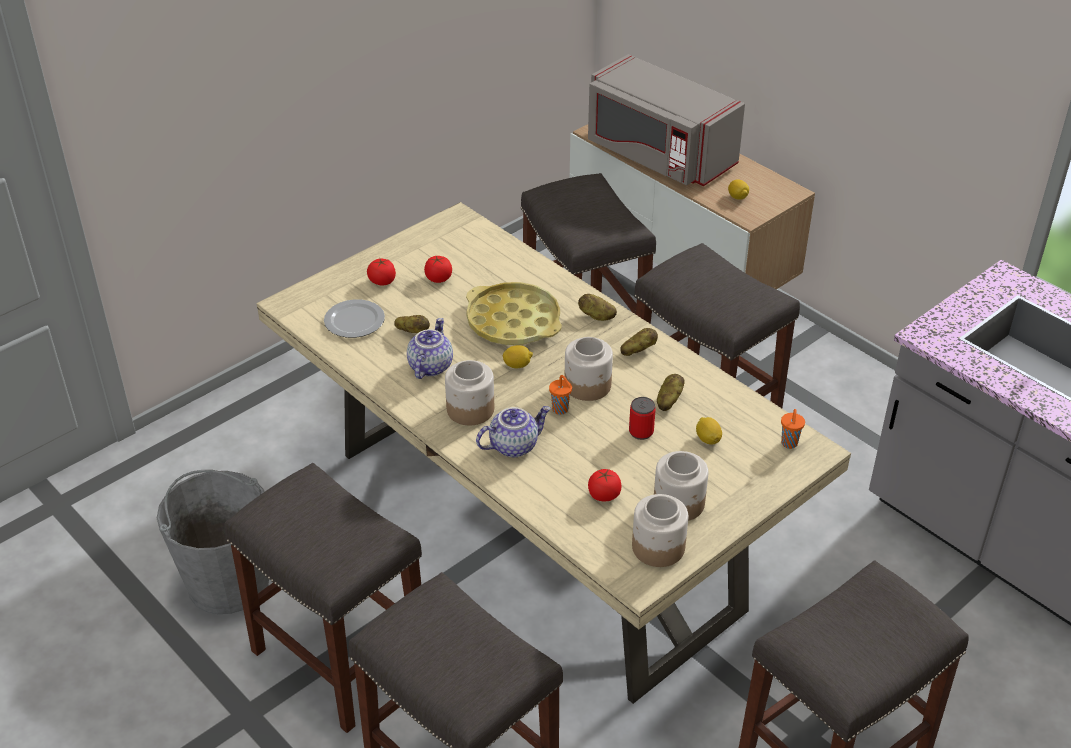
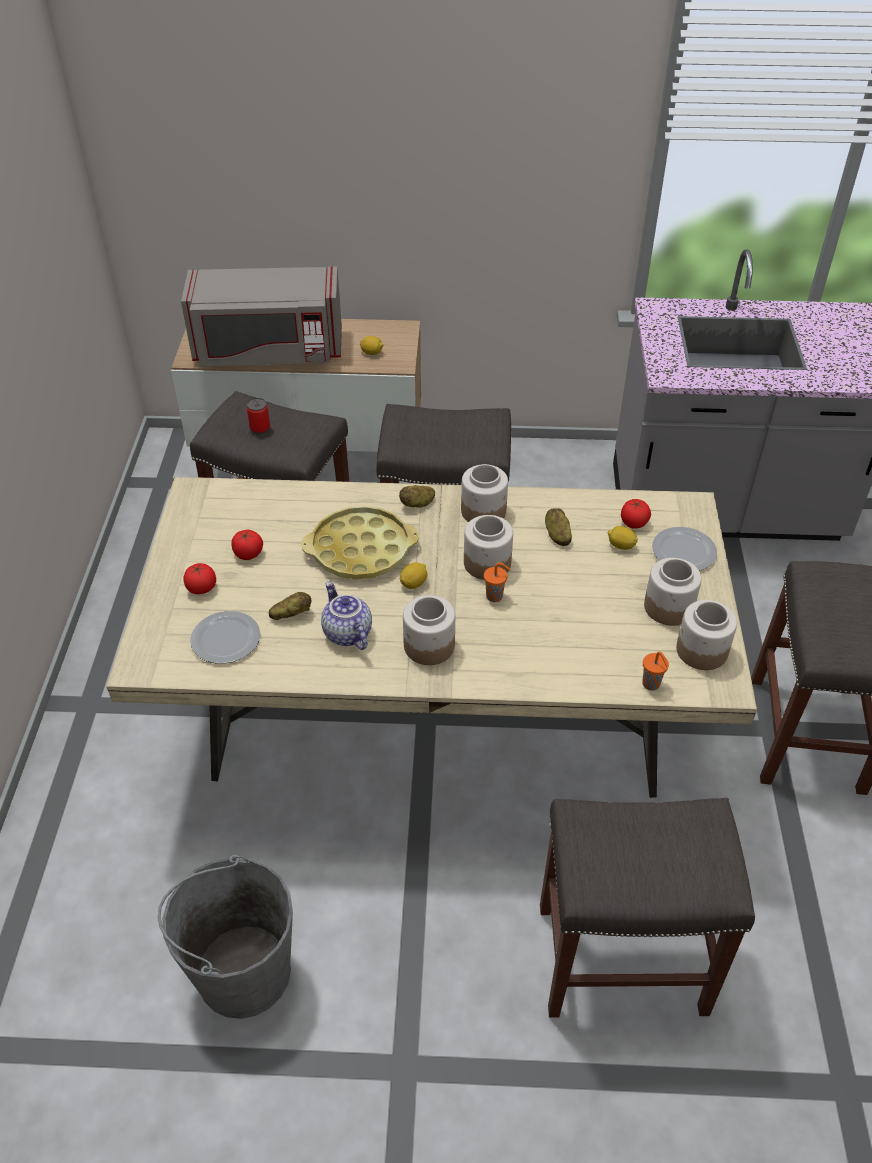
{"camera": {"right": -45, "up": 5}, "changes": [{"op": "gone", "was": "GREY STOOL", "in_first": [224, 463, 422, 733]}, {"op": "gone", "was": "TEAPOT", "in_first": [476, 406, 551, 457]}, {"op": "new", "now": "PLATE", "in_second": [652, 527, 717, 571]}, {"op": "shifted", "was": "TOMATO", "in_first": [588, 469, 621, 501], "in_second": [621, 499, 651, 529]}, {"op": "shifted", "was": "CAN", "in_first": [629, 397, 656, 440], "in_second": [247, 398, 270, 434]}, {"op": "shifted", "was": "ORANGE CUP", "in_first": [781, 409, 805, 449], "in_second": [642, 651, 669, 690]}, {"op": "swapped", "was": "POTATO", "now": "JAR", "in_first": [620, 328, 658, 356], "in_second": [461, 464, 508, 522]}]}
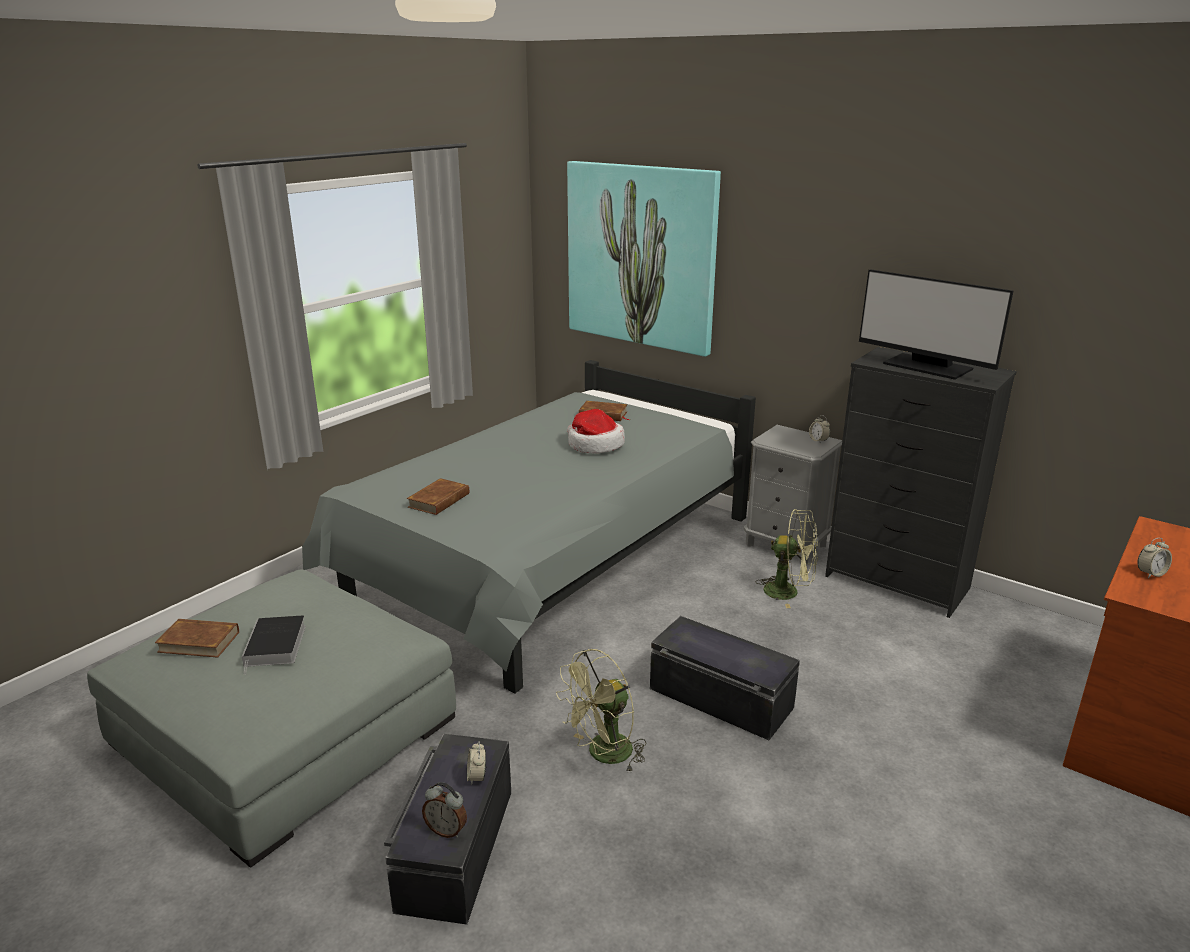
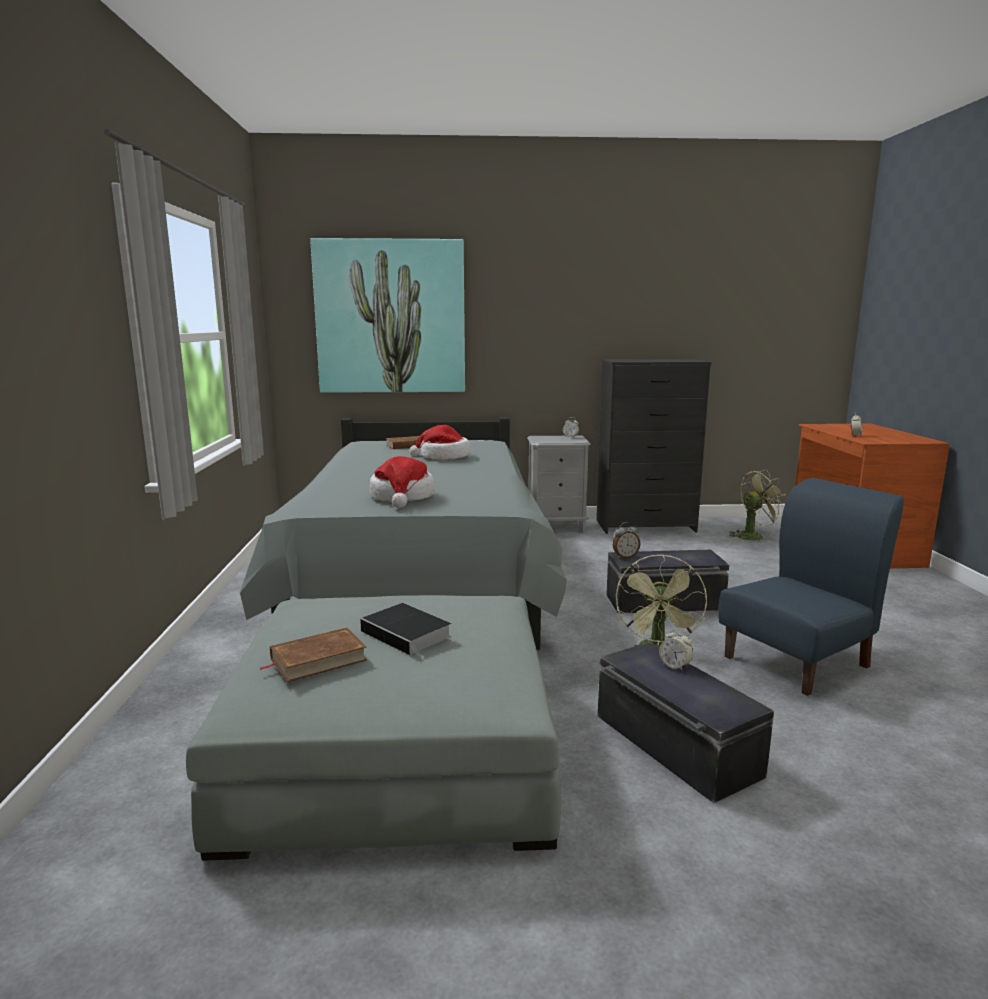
{"camera": {"right": -40, "up": -10}, "changes": [{"op": "gone", "was": "MONITOR", "in_first": [859, 269, 1013, 380]}, {"op": "new", "now": "BLUE CHAIR", "in_second": [718, 478, 904, 696]}, {"op": "shifted", "was": "ALARM CLOCK", "in_first": [422, 782, 467, 838], "in_second": [613, 522, 640, 558]}, {"op": "shifted", "was": "GREEN FAN", "in_first": [755, 509, 818, 608], "in_second": [728, 470, 786, 542]}, {"op": "swapped", "was": "BROWN BOOK", "now": "HAT", "in_first": [407, 478, 469, 515], "in_second": [370, 456, 435, 508]}]}
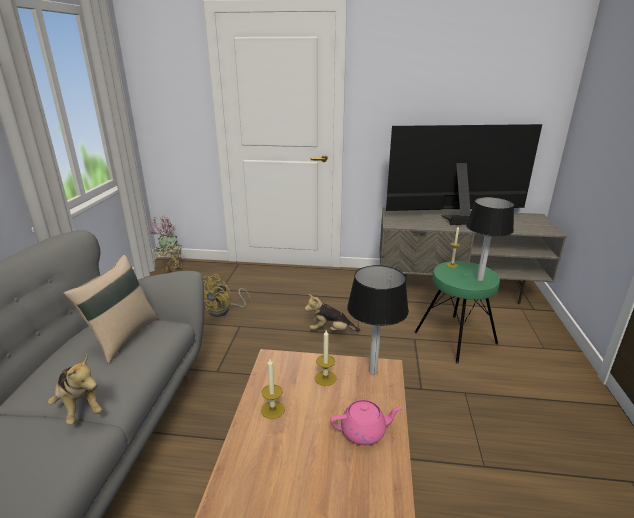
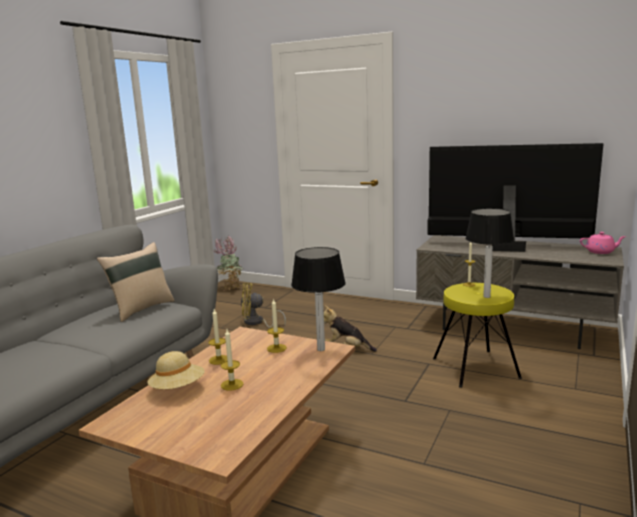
{"camera": {"right": 20, "up": -10}, "changes": [{"op": "gone", "was": "PLUSH TOY", "in_first": [48, 355, 103, 425]}, {"op": "new", "now": "BEIGE HAT", "in_second": [147, 351, 205, 389]}, {"op": "new", "now": "CANDLE", "in_second": [221, 329, 243, 391]}, {"op": "shifted", "was": "PINK TEAPOT", "in_first": [330, 400, 402, 445], "in_second": [580, 232, 626, 254]}, {"op": "repainted", "was": "GREEN STOOL", "now": "YELLOW STOOL", "in_first": [414, 261, 500, 363], "in_second": [433, 283, 522, 388]}, {"op": "rotated", "was": "YELLOW FAN", "in_first": [203, 274, 250, 317], "in_second": [241, 283, 286, 328], "clockwise": 45}]}
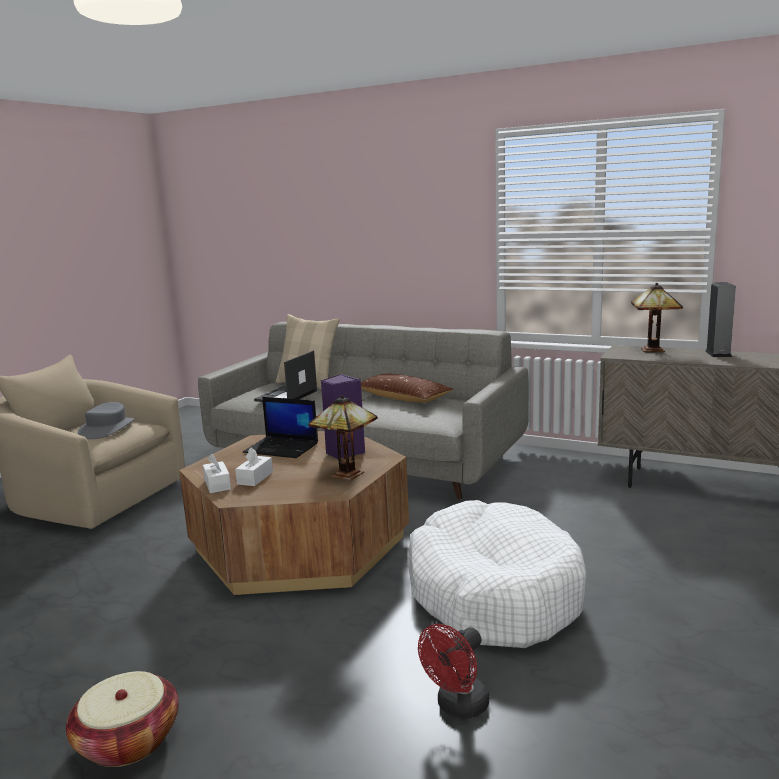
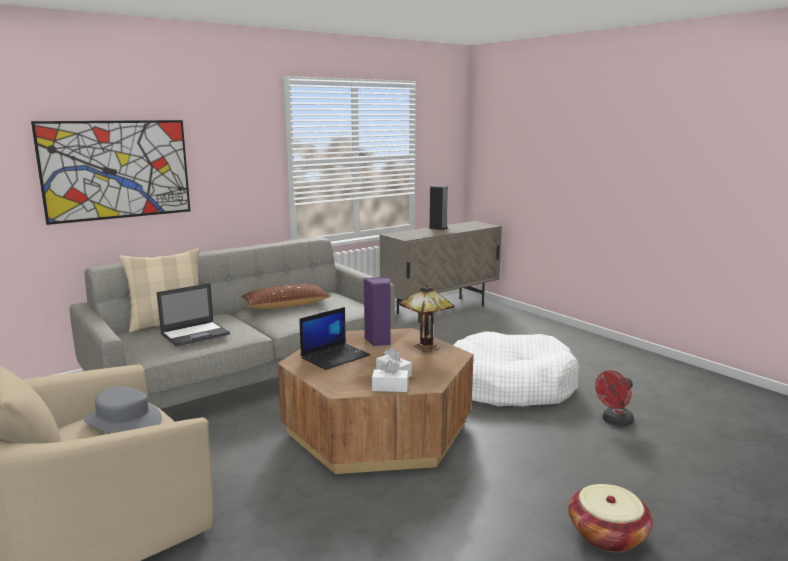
{"camera": {"right": -65, "up": 0}, "changes": [{"op": "gone", "was": "TABLE LAMP", "in_first": [631, 283, 683, 352]}, {"op": "new", "now": "PICTURE", "in_second": [31, 120, 190, 225]}, {"op": "rotated", "was": "LAPTOP", "in_first": [254, 350, 318, 402], "in_second": [157, 283, 230, 347], "clockwise": -90}, {"op": "rotated", "was": "RED FAN", "in_first": [418, 624, 489, 719], "in_second": [595, 370, 634, 426], "clockwise": 75}]}
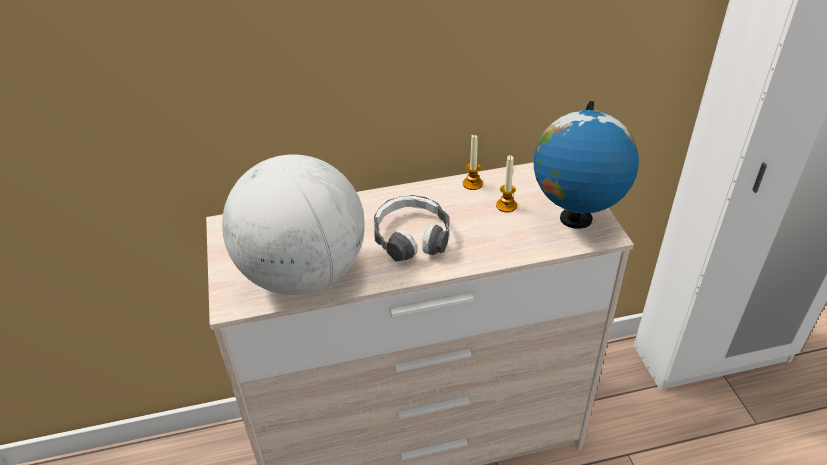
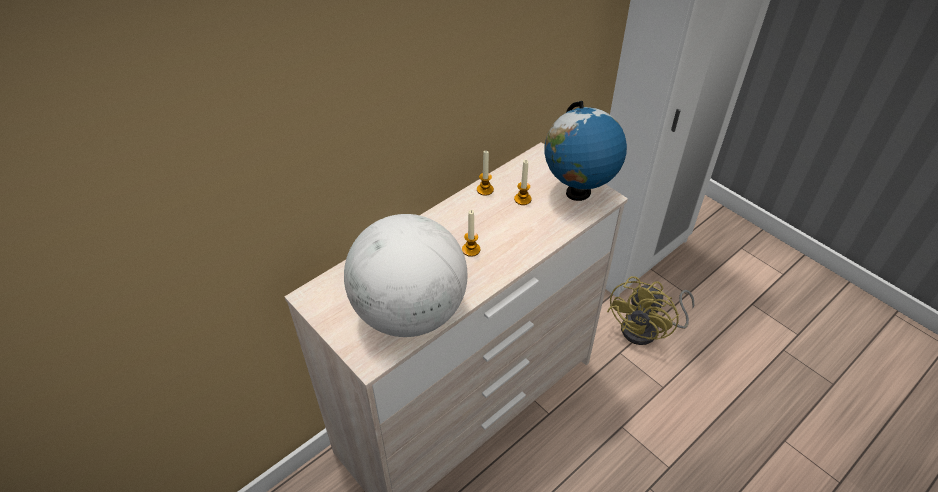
{"camera": {"right": -30, "up": 5}, "changes": [{"op": "new", "now": "YELLOW FAN", "in_second": [607, 276, 694, 345]}, {"op": "swapped", "was": "HEADPHONES", "now": "CANDLE", "in_first": [374, 195, 450, 262], "in_second": [462, 210, 480, 257]}]}
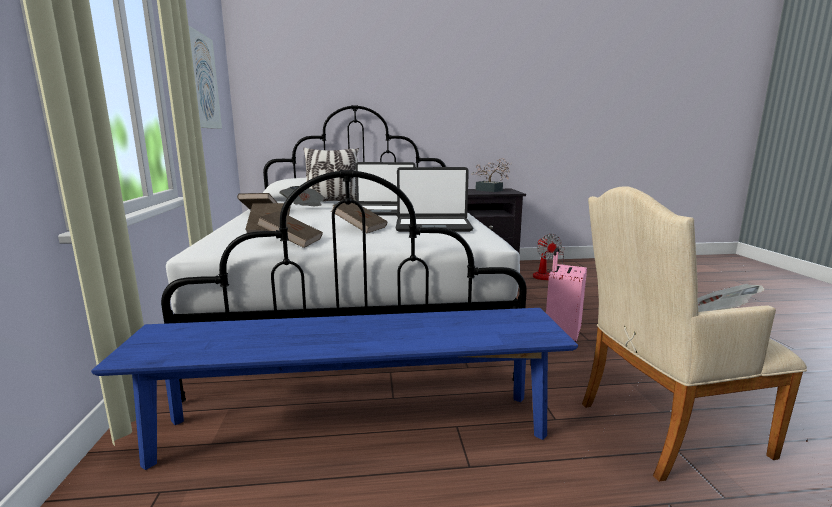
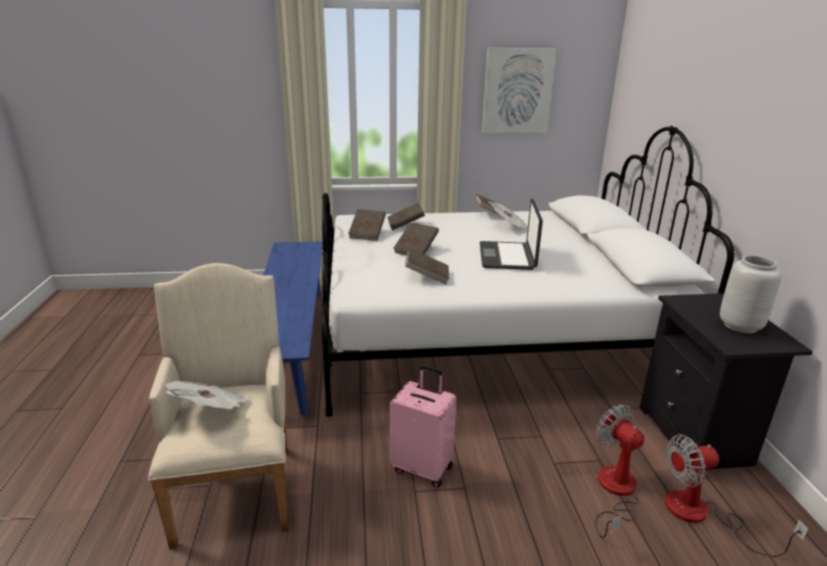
{"camera": {"right": 90, "up": 10}, "changes": [{"op": "gone", "was": "PILLOW", "in_first": [303, 147, 359, 201]}, {"op": "new", "now": "FAN", "in_second": [594, 405, 645, 538]}, {"op": "swapped", "was": "LAPTOP", "now": "BROWN BOOK", "in_first": [396, 167, 473, 232], "in_second": [405, 248, 450, 284]}, {"op": "swapped", "was": "POTTED PLANT", "now": "GREY VASE", "in_first": [471, 158, 512, 192], "in_second": [720, 255, 782, 333]}]}
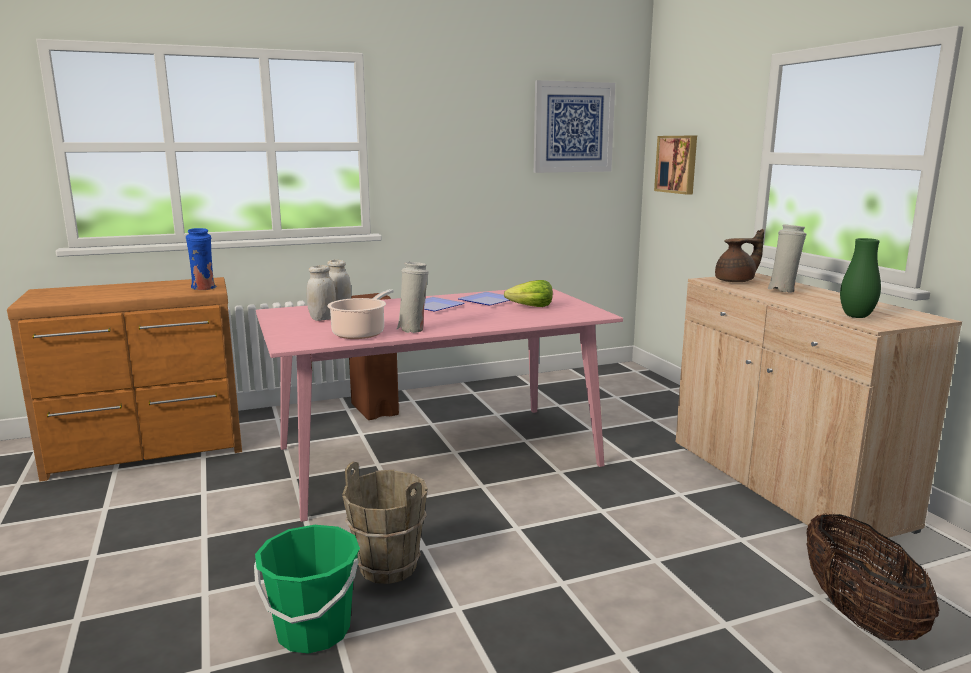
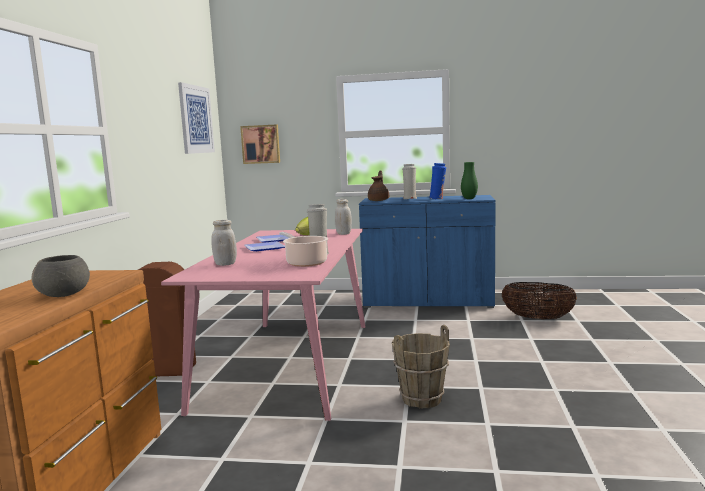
{"camera": {"right": -60, "up": -5}, "changes": [{"op": "gone", "was": "GREEN BUCKET", "in_first": [254, 525, 360, 654]}, {"op": "new", "now": "GREY BOWL", "in_second": [32, 255, 90, 297]}, {"op": "shifted", "was": "BLUE VASE", "in_first": [186, 228, 216, 290], "in_second": [429, 163, 446, 199]}, {"op": "shifted", "was": "WHITE JAR", "in_first": [307, 265, 336, 321], "in_second": [335, 199, 352, 235]}, {"op": "repainted", "was": "BEIGE CABINET", "now": "BLUE CABINET", "in_first": [676, 273, 962, 552], "in_second": [359, 195, 496, 308]}]}
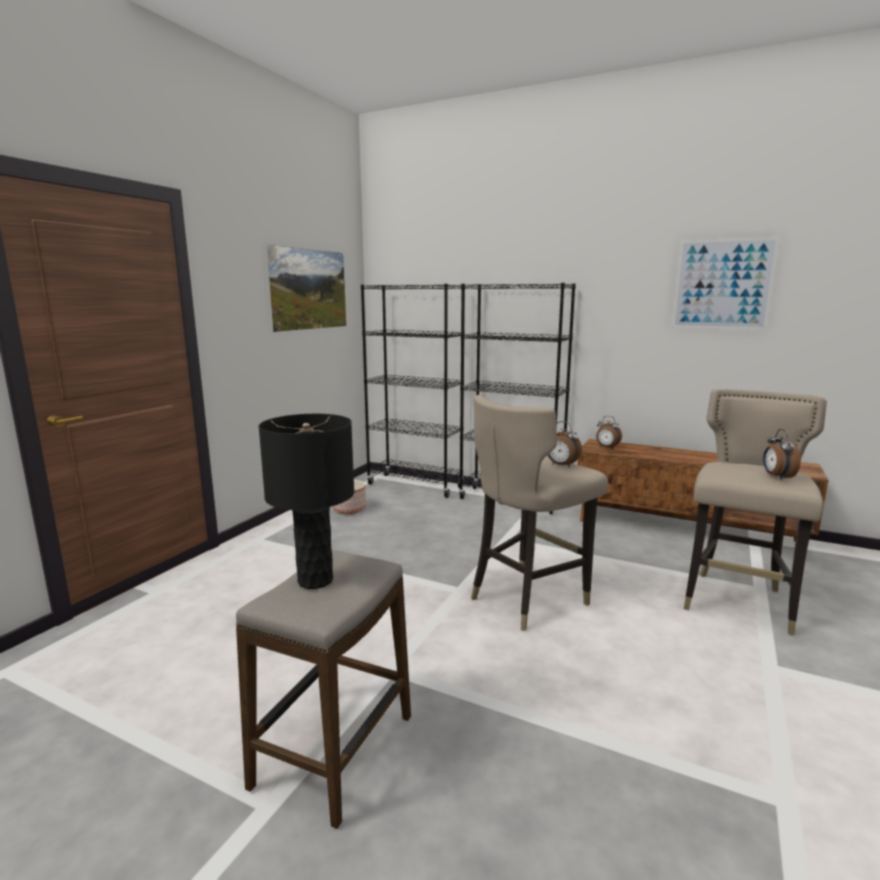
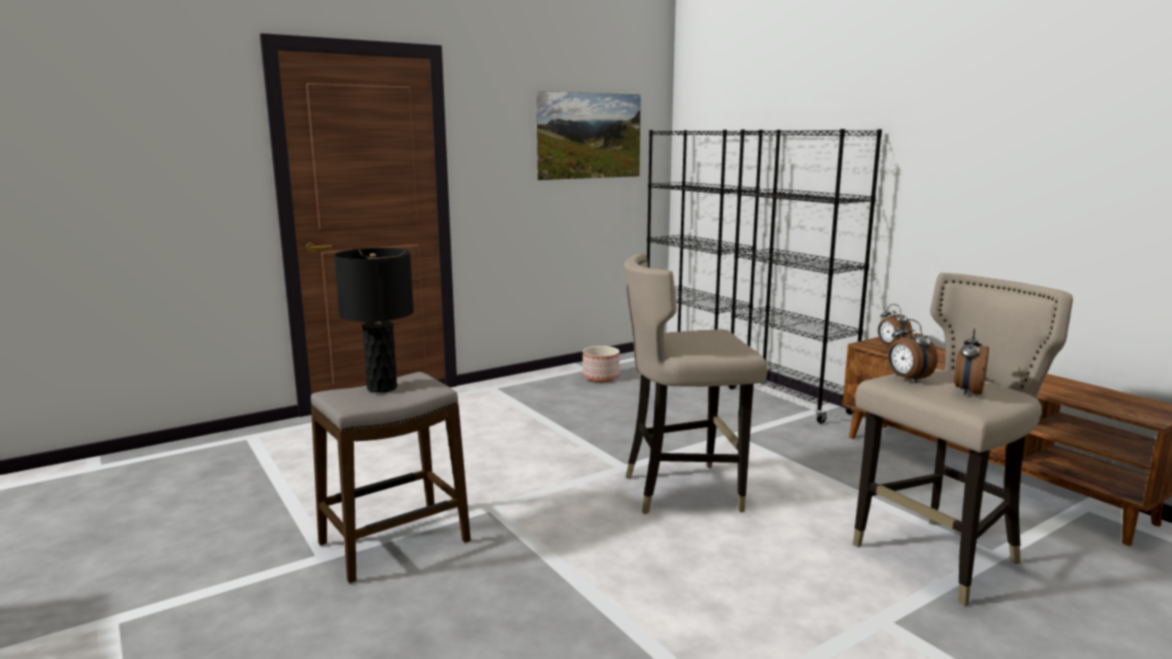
{"camera": {"right": 30, "up": 0}, "changes": [{"op": "gone", "was": "PICTURE", "in_first": [672, 237, 780, 330]}, {"op": "shifted", "was": "ALARM CLOCK", "in_first": [548, 421, 582, 468], "in_second": [888, 319, 938, 383]}]}
